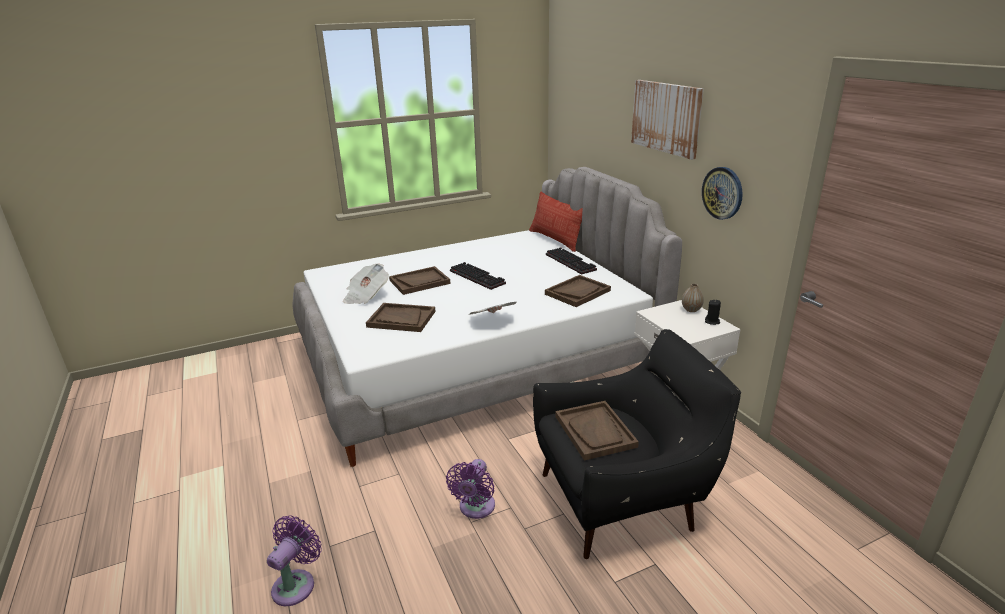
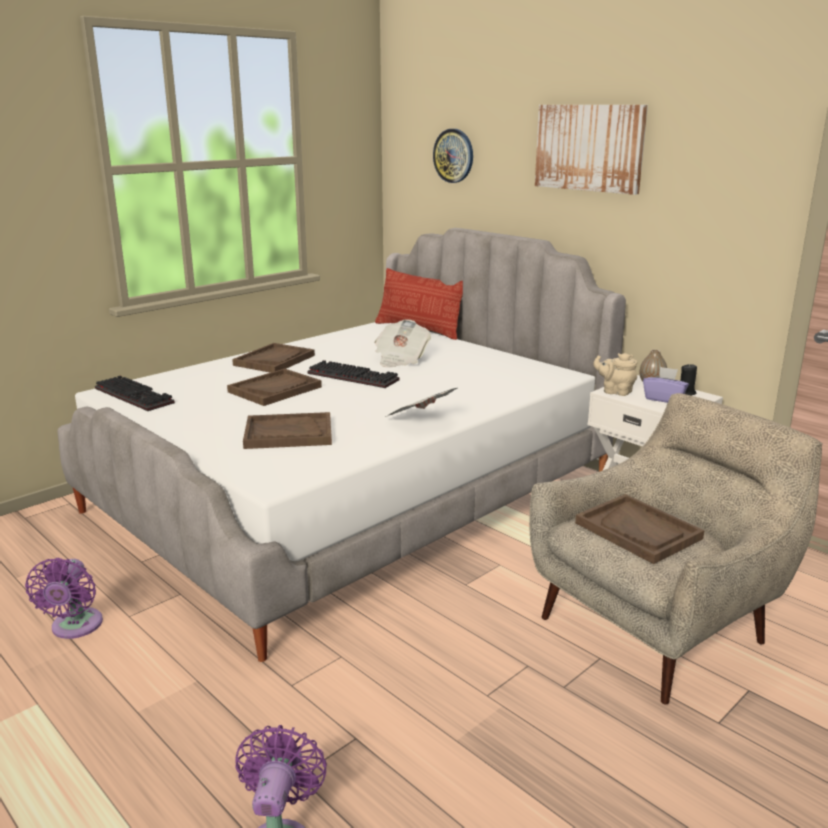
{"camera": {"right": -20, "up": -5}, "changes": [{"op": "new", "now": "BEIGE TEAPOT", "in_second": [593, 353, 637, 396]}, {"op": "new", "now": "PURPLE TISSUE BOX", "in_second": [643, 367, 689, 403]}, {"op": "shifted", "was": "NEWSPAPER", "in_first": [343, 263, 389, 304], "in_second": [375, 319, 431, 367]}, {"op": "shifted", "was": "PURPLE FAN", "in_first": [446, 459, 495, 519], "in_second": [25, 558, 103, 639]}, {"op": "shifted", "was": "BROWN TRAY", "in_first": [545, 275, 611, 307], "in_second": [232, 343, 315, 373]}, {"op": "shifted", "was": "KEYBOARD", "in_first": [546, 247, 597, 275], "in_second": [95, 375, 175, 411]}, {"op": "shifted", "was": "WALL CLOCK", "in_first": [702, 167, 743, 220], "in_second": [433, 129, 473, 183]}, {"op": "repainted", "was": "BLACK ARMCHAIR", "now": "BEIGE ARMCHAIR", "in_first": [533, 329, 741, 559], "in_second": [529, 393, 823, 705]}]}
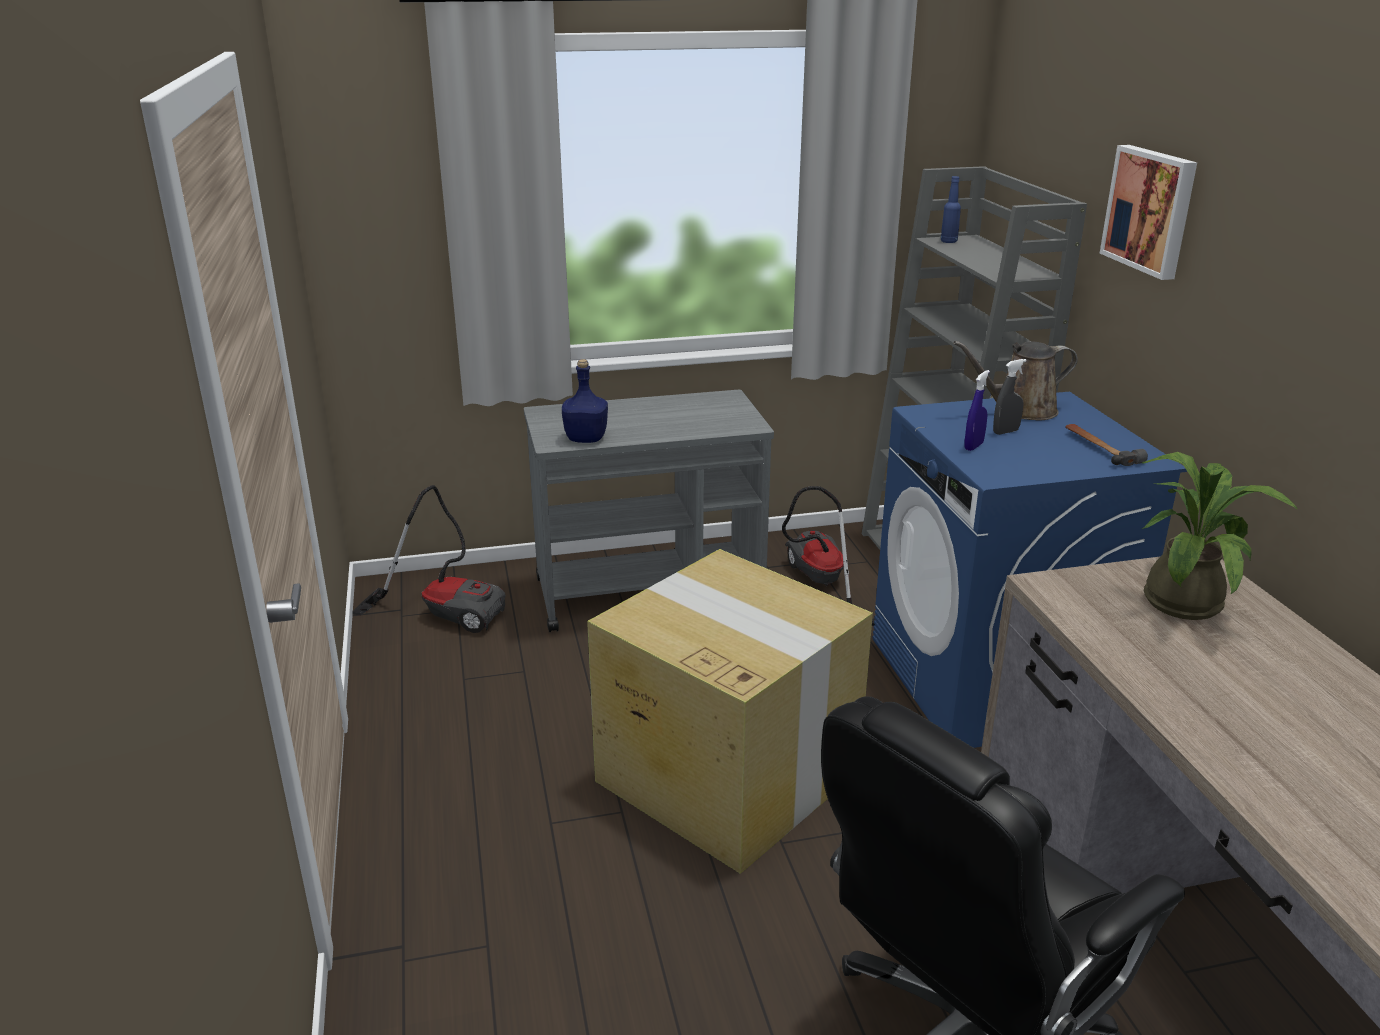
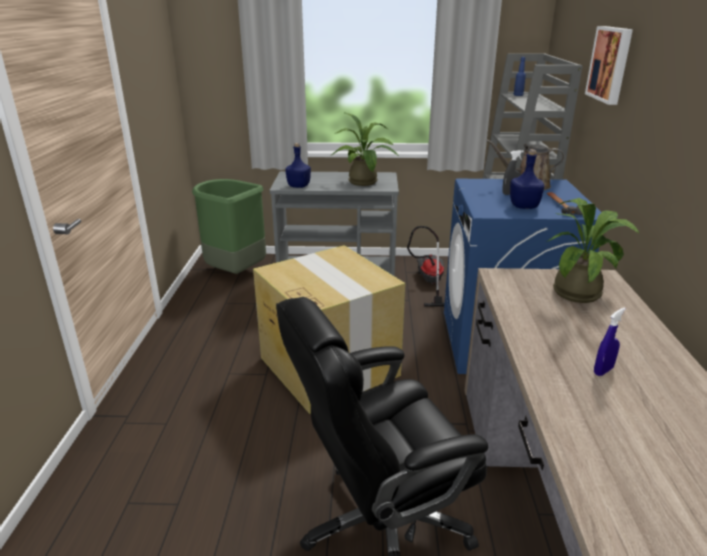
{"camera": {"right": 15, "up": 0}, "changes": [{"op": "new", "now": "POTTED PLANT", "in_second": [330, 112, 399, 186]}, {"op": "new", "now": "BLUE BOTTLE", "in_second": [510, 149, 545, 209]}, {"op": "shifted", "was": "BLUE SPRAY BOTTLE", "in_first": [964, 370, 990, 451], "in_second": [594, 308, 626, 376]}, {"op": "swapped", "was": "VACUUM CLEANER", "now": "GREEN TRASH CAN", "in_first": [352, 485, 506, 633], "in_second": [192, 179, 266, 274]}]}
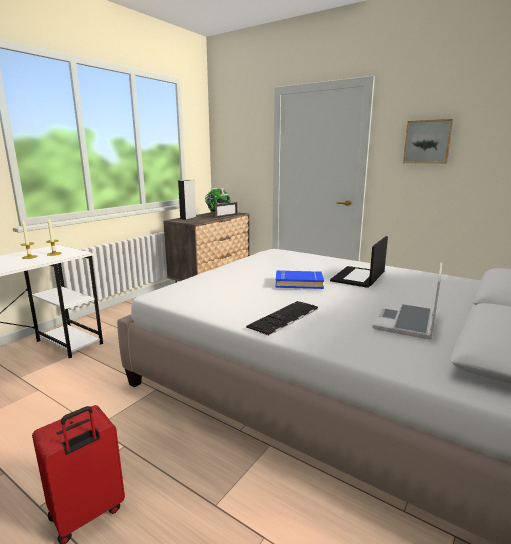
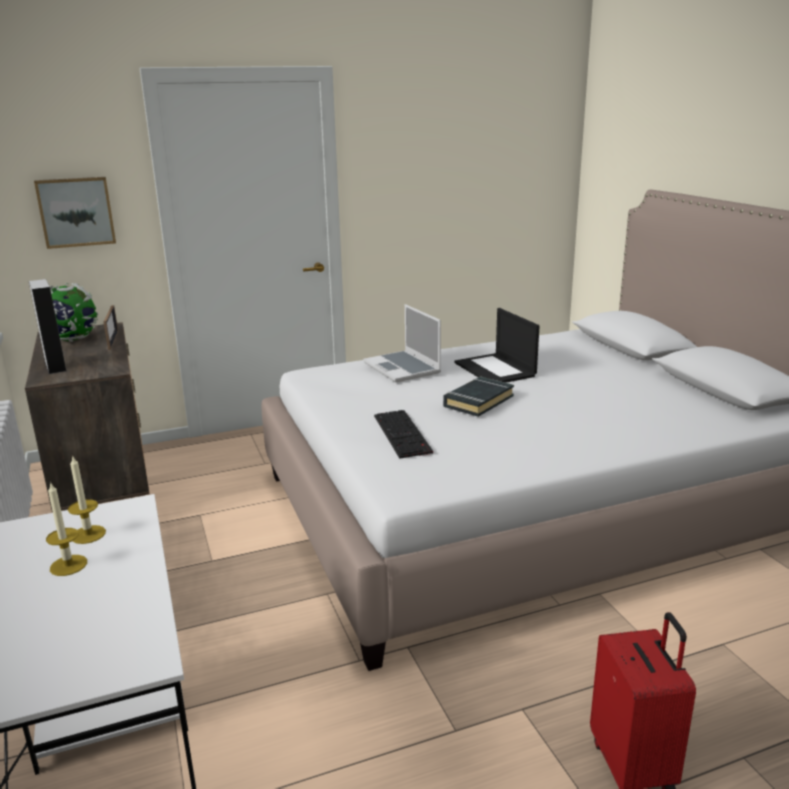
{"camera": {"right": -55, "up": 5}, "changes": [{"op": "shifted", "was": "KEYBOARD", "in_first": [246, 301, 318, 336], "in_second": [374, 410, 433, 459]}, {"op": "shifted", "was": "LAPTOP", "in_first": [372, 262, 442, 340], "in_second": [363, 304, 441, 383]}, {"op": "shifted", "was": "PICTURE", "in_first": [403, 119, 453, 164], "in_second": [34, 177, 116, 249]}, {"op": "repainted", "was": "BLUE BOOK", "now": "BLACK BOOK", "in_first": [275, 270, 324, 289], "in_second": [443, 377, 514, 417]}]}
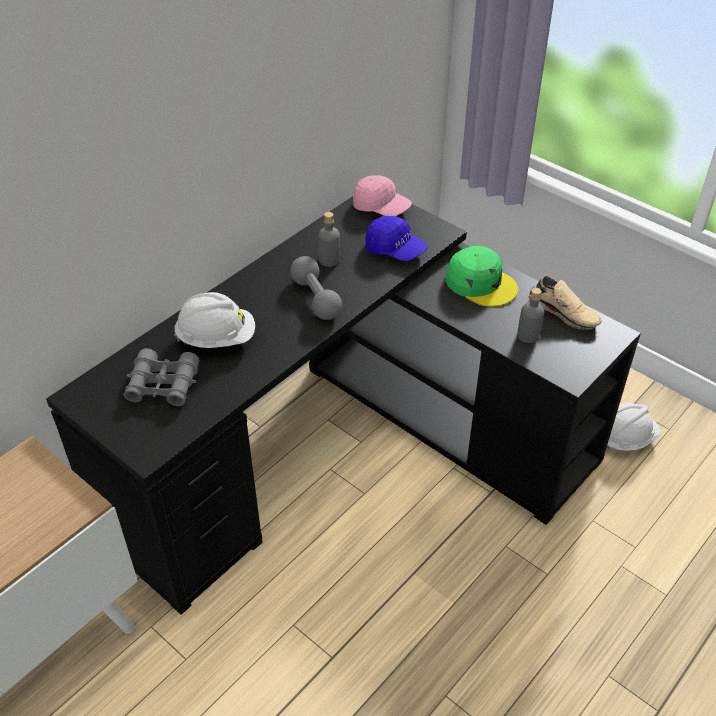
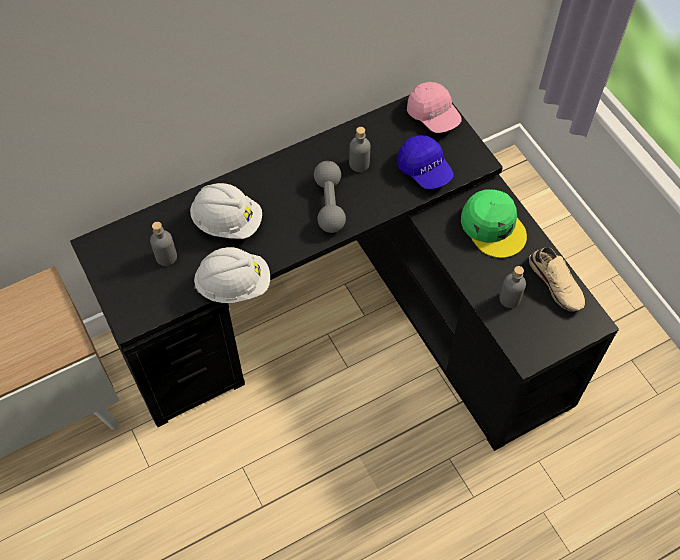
{"camera": {"right": 20, "up": 15}, "changes": [{"op": "shifted", "was": "WHITE HARD HAT", "in_first": [606, 403, 661, 452], "in_second": [194, 247, 270, 303]}, {"op": "swapped", "was": "GREY BINOCULARS", "now": "GREY BOTTLE", "in_first": [124, 348, 199, 406], "in_second": [150, 222, 177, 266]}]}
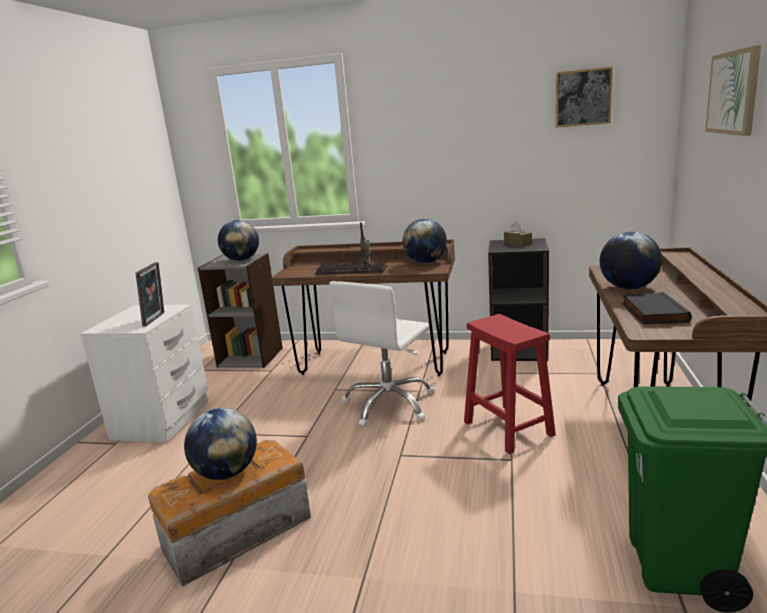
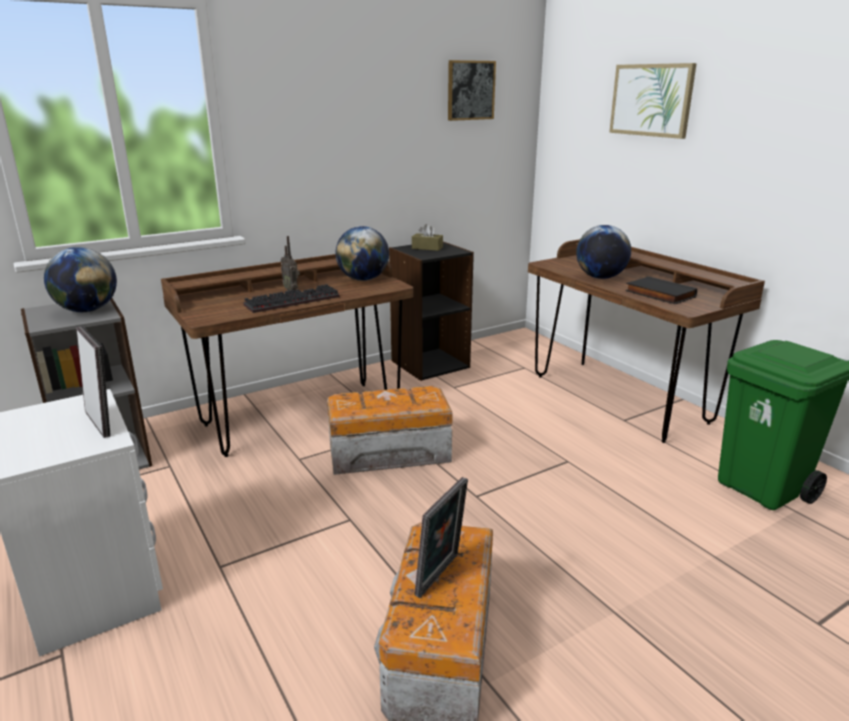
{"camera": {"right": -45, "up": 5}, "changes": [{"op": "gone", "was": "RED STOOL", "in_first": [464, 314, 556, 454]}, {"op": "swapped", "was": "GLOBE", "now": "PICTURE FRAME", "in_first": [184, 408, 257, 480], "in_second": [414, 477, 468, 598]}, {"op": "swapped", "was": "WHITE OFFICE CHAIR", "now": "STORAGE BOX", "in_first": [329, 281, 434, 427], "in_second": [327, 386, 453, 475]}]}
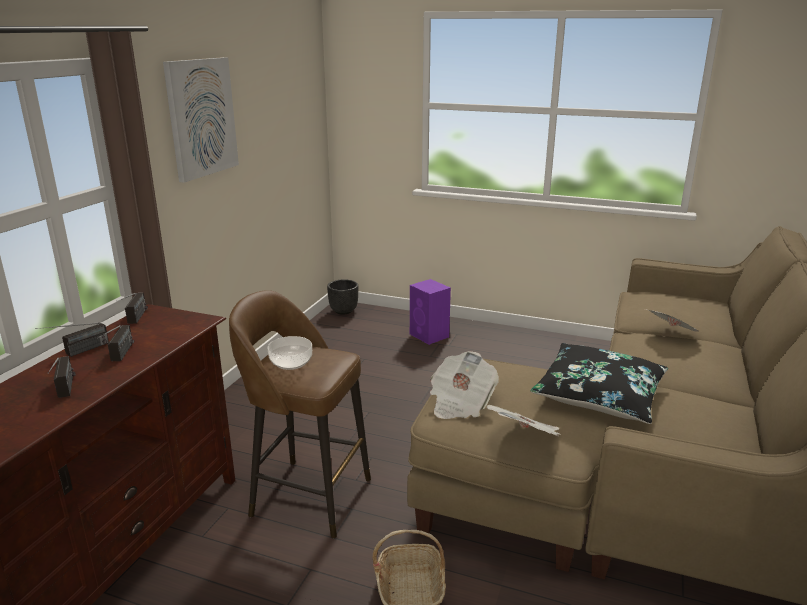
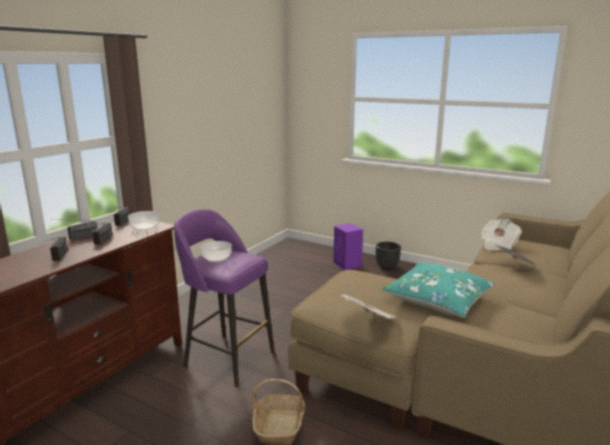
{"camera": {"right": 10, "up": -5}, "changes": [{"op": "gone", "was": "PICTURE", "in_first": [163, 57, 239, 183]}, {"op": "new", "now": "BOWL", "in_second": [128, 211, 159, 231]}, {"op": "shifted", "was": "BLACK PLANTER", "in_first": [327, 280, 358, 315], "in_second": [376, 242, 401, 270]}, {"op": "shifted", "was": "NEWSPAPER", "in_first": [430, 351, 499, 419], "in_second": [481, 218, 522, 250]}, {"op": "repainted", "was": "BROWN STOOL", "now": "PURPLE STOOL", "in_first": [229, 290, 371, 538], "in_second": [174, 209, 275, 387]}, {"op": "repainted", "was": "BLACK PILLOW", "now": "TURQUOISE PILLOW", "in_first": [530, 343, 668, 424], "in_second": [381, 262, 495, 318]}]}
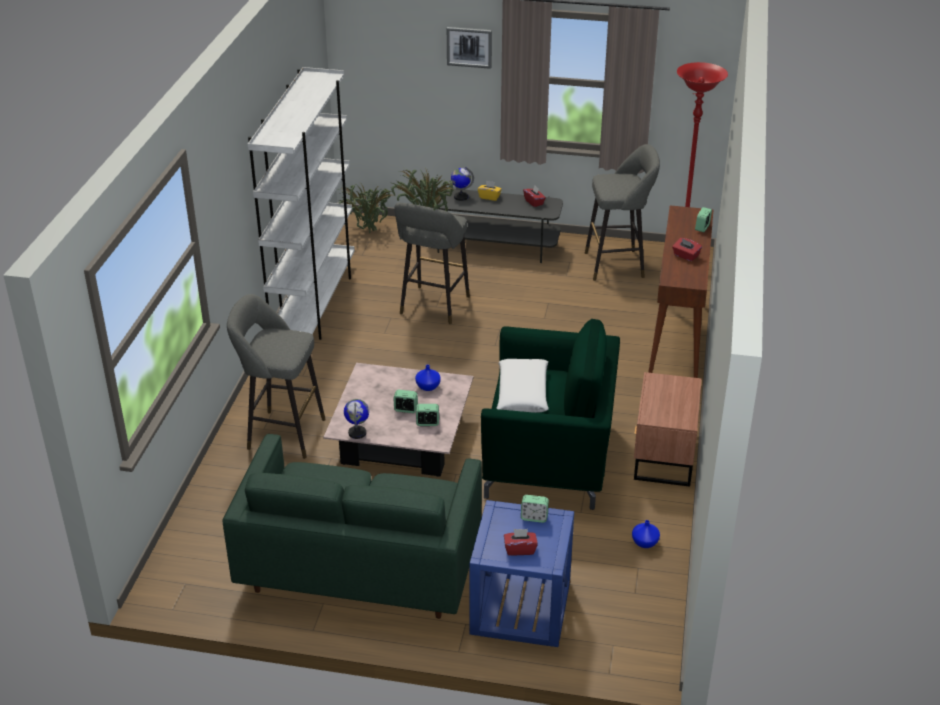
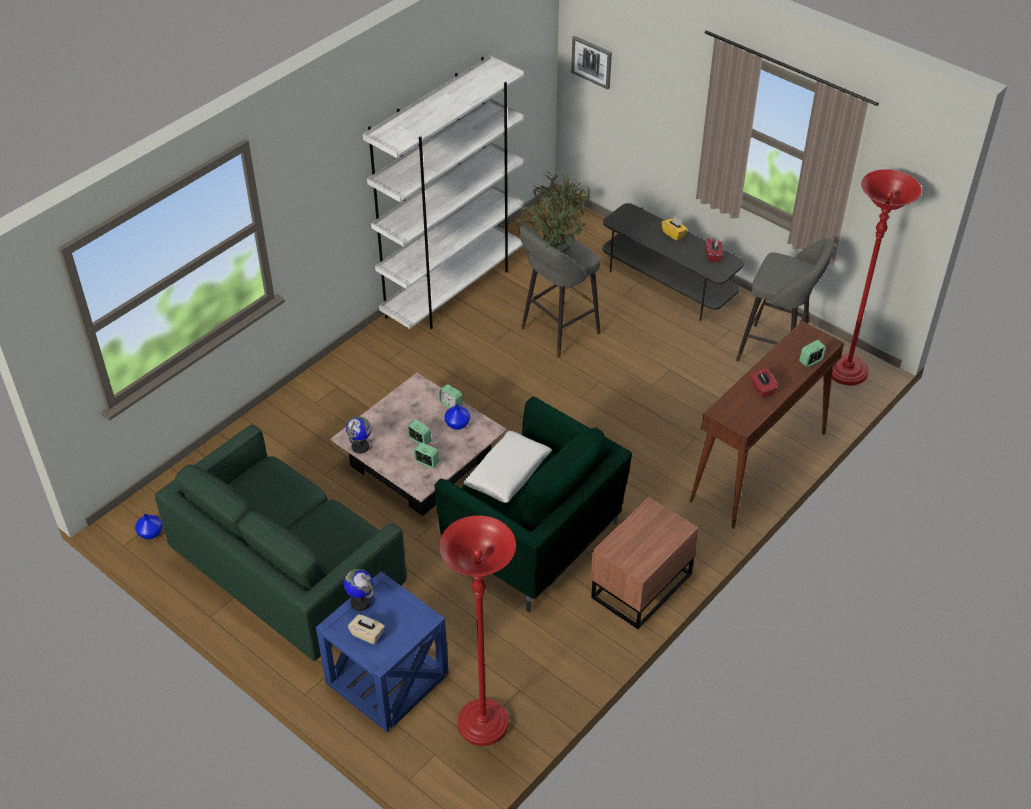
{"camera": {"right": 30, "up": 10}, "changes": [{"op": "gone", "was": "GREY STOOL", "in_first": [227, 294, 326, 459]}, {"op": "new", "now": "RED FLOOR LAMP", "in_second": [439, 515, 516, 746]}, {"op": "shifted", "was": "PICTURE", "in_first": [447, 27, 492, 69], "in_second": [571, 36, 612, 89]}, {"op": "shifted", "was": "GLOBE", "in_first": [451, 167, 474, 201], "in_second": [344, 569, 374, 611]}, {"op": "shifted", "was": "ALARM CLOCK", "in_first": [521, 495, 549, 523], "in_second": [439, 384, 462, 408]}, {"op": "shifted", "was": "BLUE VASE", "in_first": [632, 520, 660, 548], "in_second": [135, 514, 162, 539]}, {"op": "repainted", "was": "RED TISSUE BOX", "now": "BEIGE TISSUE BOX", "in_first": [504, 529, 538, 556], "in_second": [348, 614, 385, 644]}]}
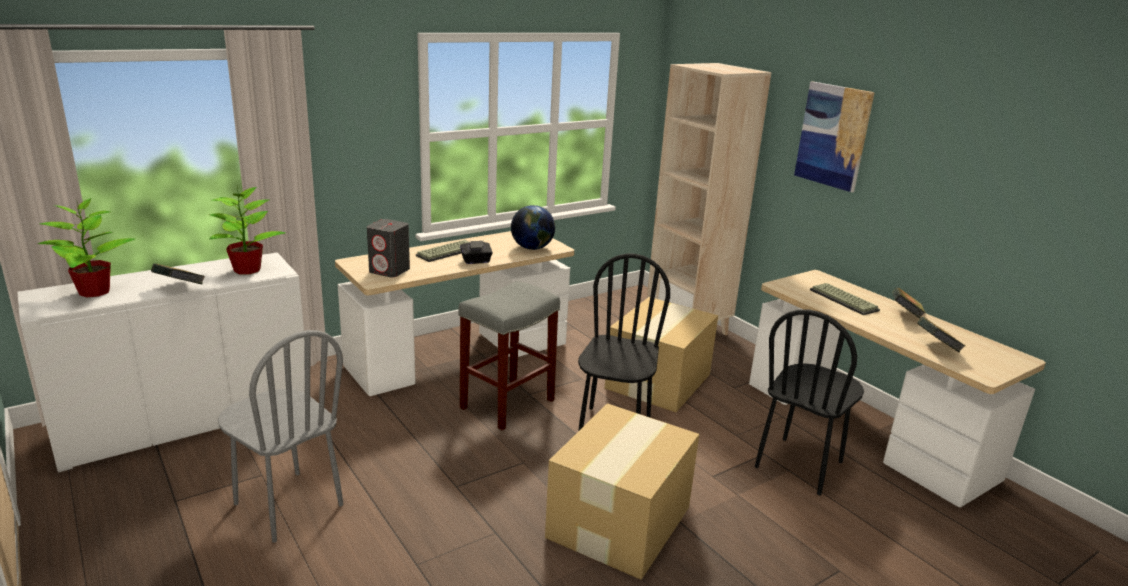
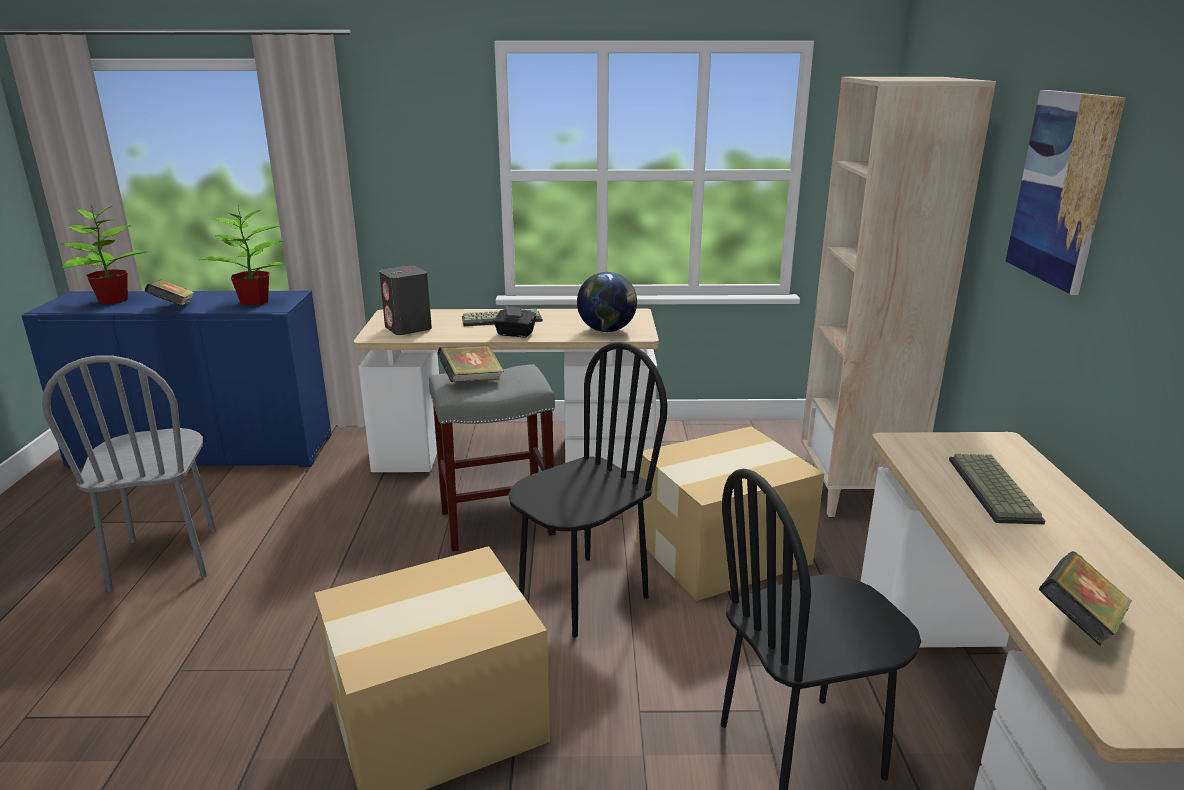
{"camera": {"right": 35, "up": 0}, "changes": [{"op": "shifted", "was": "BOOK", "in_first": [892, 287, 926, 319], "in_second": [437, 345, 504, 382]}, {"op": "repainted", "was": "WHITE CABINET", "now": "BLUE CABINET", "in_first": [17, 252, 305, 472], "in_second": [21, 291, 332, 469]}]}
